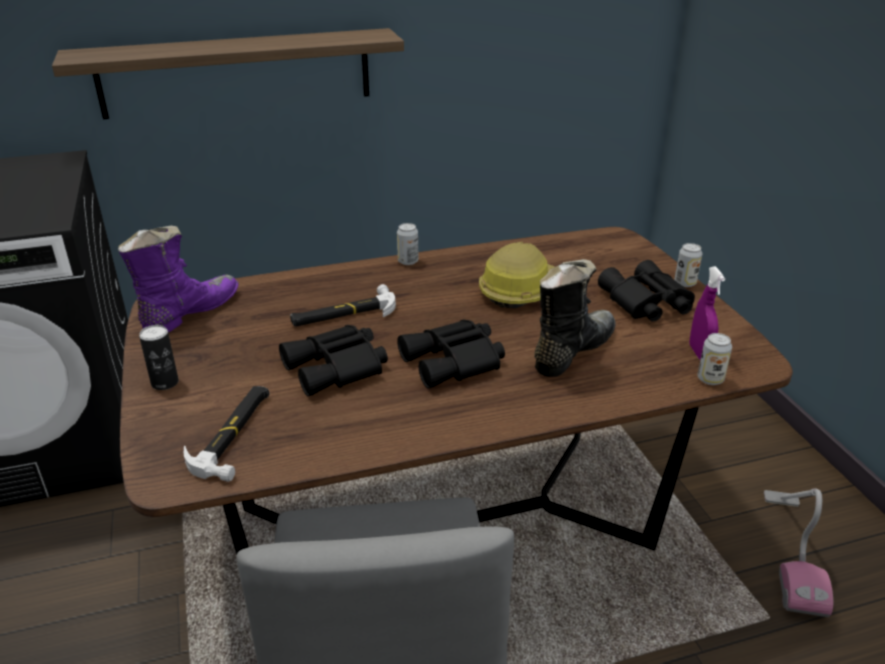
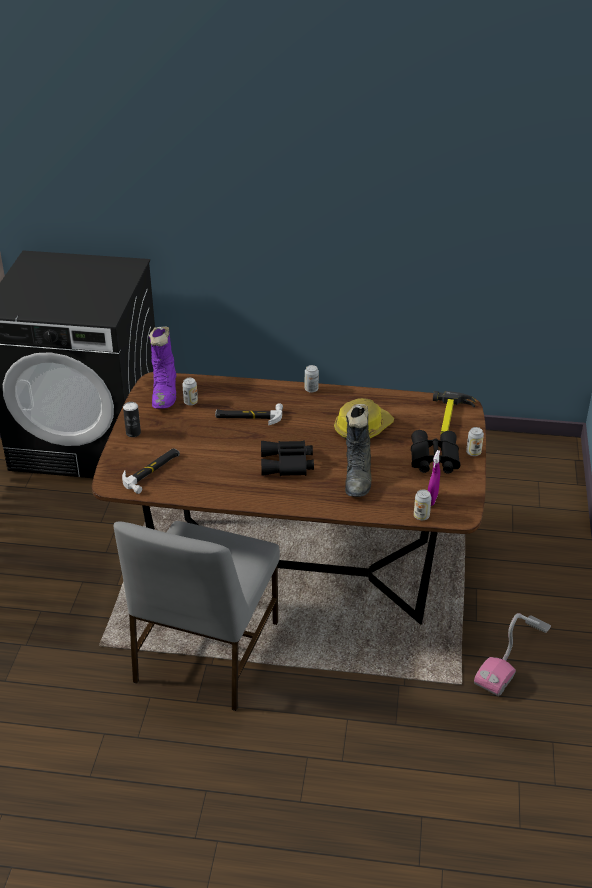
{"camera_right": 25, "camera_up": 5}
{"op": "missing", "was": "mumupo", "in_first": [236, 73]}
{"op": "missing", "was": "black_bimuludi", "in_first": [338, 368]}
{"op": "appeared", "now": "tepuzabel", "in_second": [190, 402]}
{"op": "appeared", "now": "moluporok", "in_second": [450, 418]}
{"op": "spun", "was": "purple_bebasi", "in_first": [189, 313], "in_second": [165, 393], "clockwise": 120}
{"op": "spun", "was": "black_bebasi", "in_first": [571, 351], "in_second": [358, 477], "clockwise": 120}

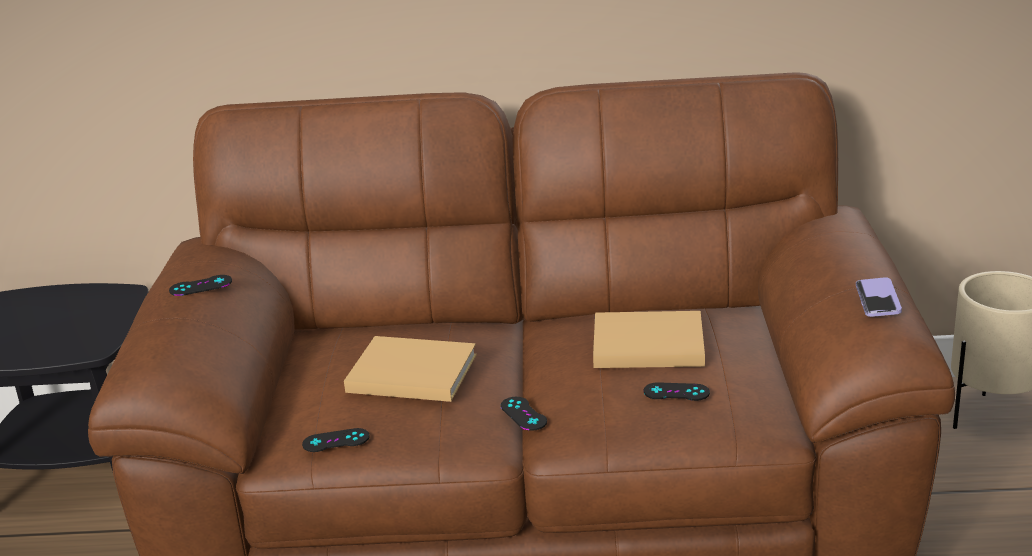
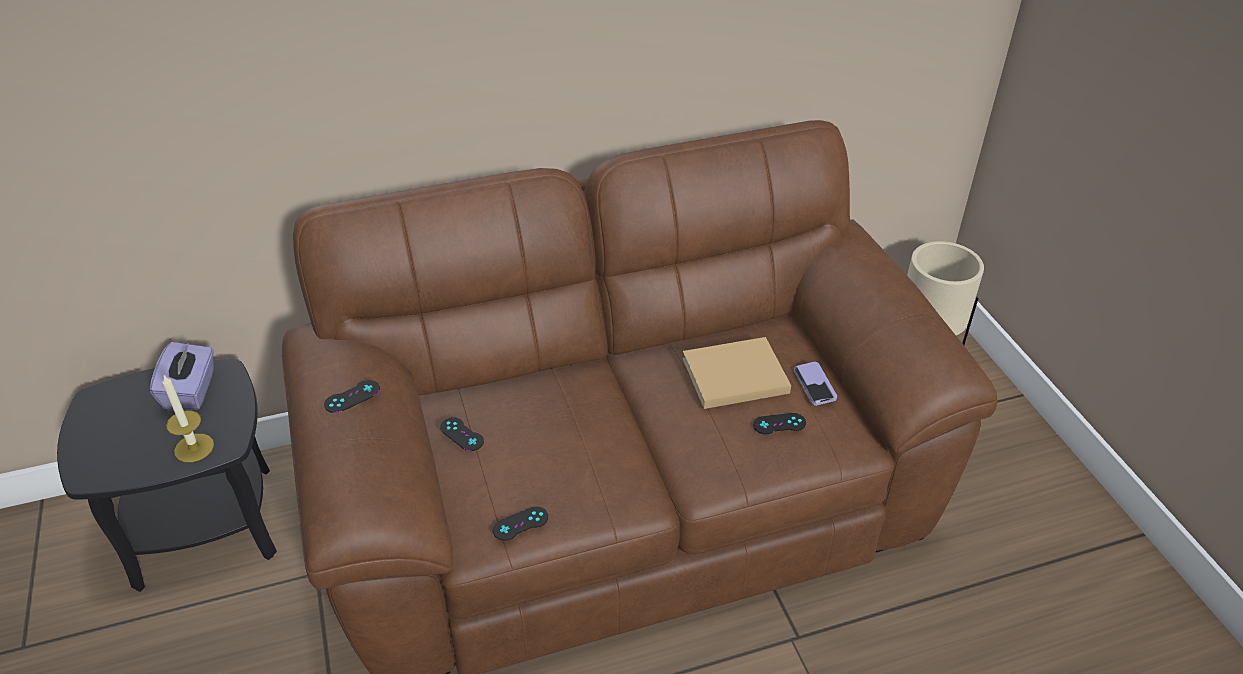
{"camera_right": -20, "camera_up": 15}
{"op": "missing", "was": "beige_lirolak", "in_first": [408, 373]}
{"op": "appeared", "now": "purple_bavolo", "in_second": [191, 391]}
{"op": "appeared", "now": "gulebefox", "in_second": [194, 448]}
{"op": "relocated", "was": "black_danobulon", "in_first": [523, 414], "in_second": [462, 434]}
{"op": "relocated", "was": "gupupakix", "in_first": [878, 299], "in_second": [814, 385]}

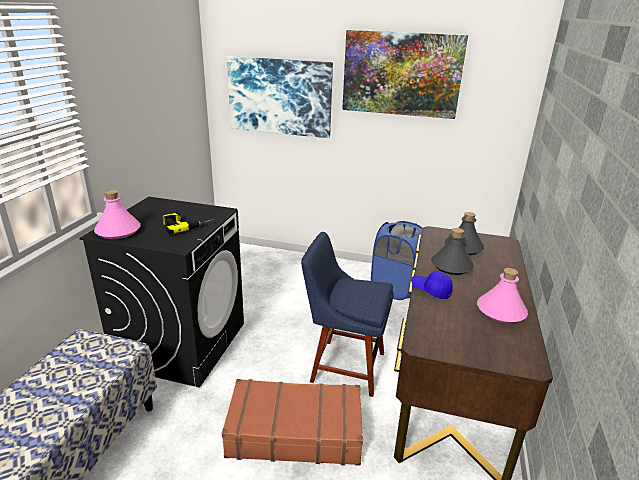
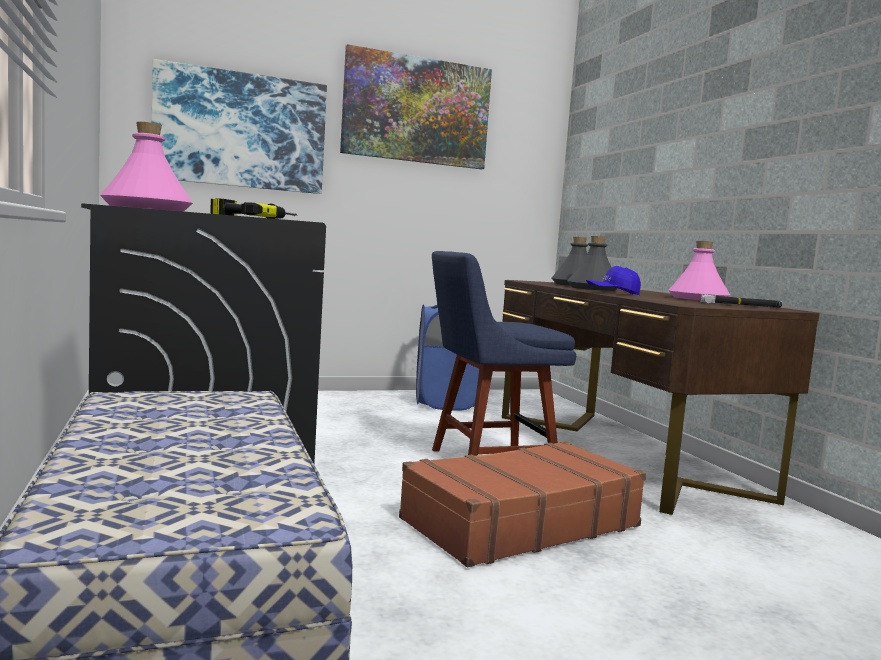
{"camera_right": -35, "camera_up": -20}
{"op": "appeared", "now": "moluporok", "in_second": [740, 305]}

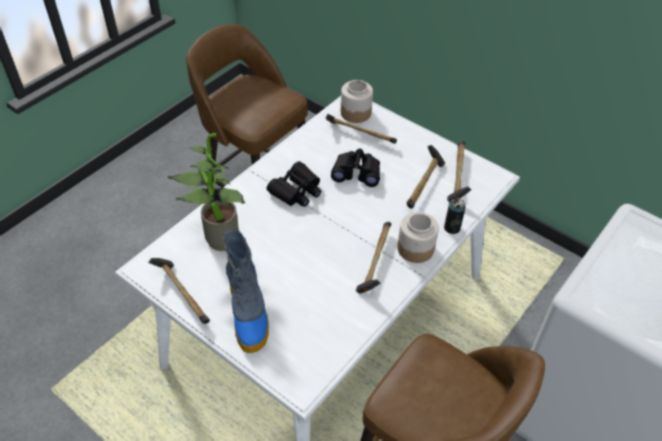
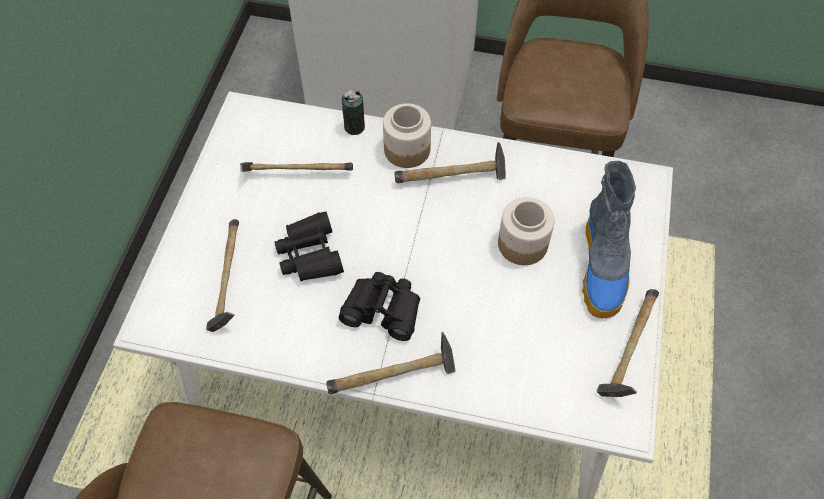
{"camera_right": -115, "camera_up": 10}
{"op": "missing", "was": "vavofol", "in_first": [217, 240]}
{"op": "relocated", "was": "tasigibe", "in_first": [355, 112], "in_second": [522, 244]}
{"op": "relocated", "was": "moluporok", "in_first": [457, 178], "in_second": [395, 376]}
{"op": "spun", "was": "bebasi", "in_first": [248, 314], "in_second": [602, 267], "clockwise": 135}

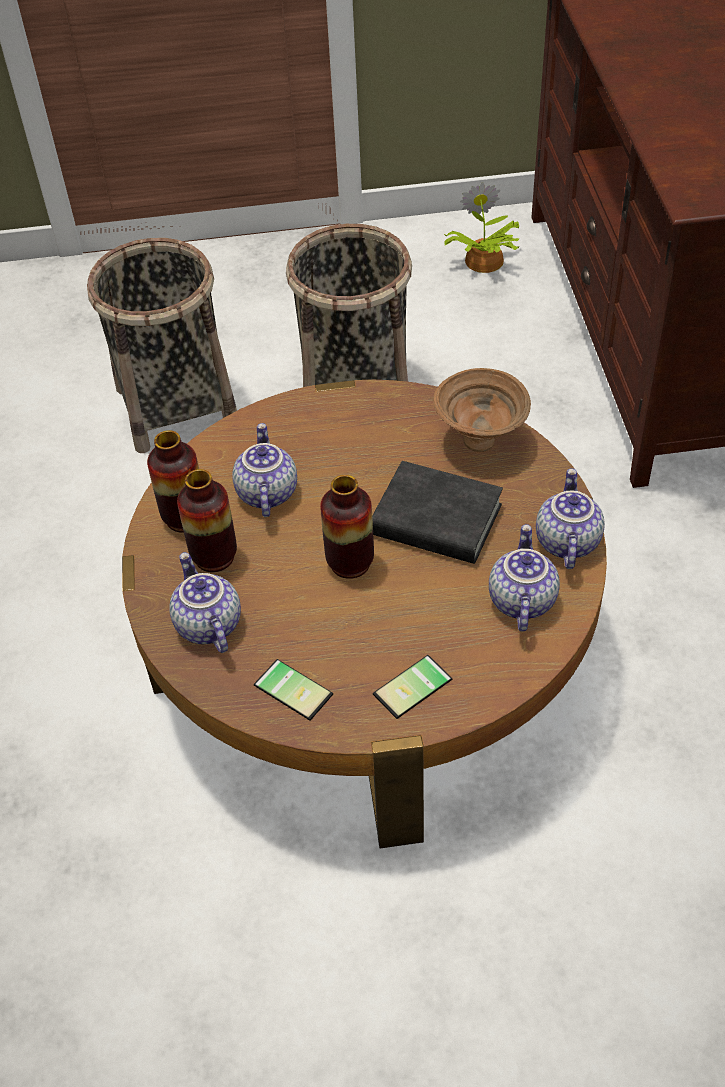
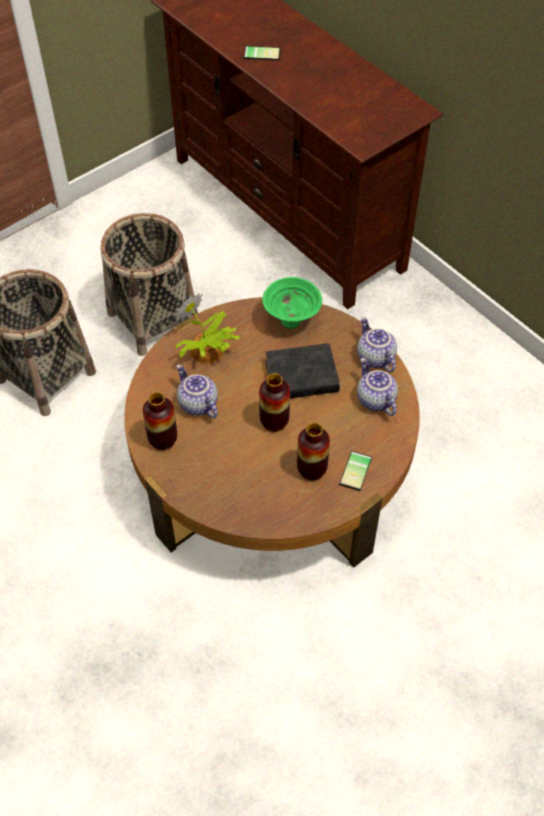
{"camera_right": -35, "camera_up": 5}
{"op": "missing", "was": "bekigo", "in_first": [206, 625]}
{"op": "relocated", "was": "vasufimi", "in_first": [214, 557], "in_second": [312, 469]}
{"op": "relocated", "was": "gupupakix", "in_first": [296, 687], "in_second": [262, 52]}
{"op": "relocated", "was": "vavofol", "in_first": [483, 262], "in_second": [207, 352]}
{"op": "colour", "was": "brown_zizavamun", "now": "green_zizavamun", "in_first": [481, 442], "in_second": [292, 321]}

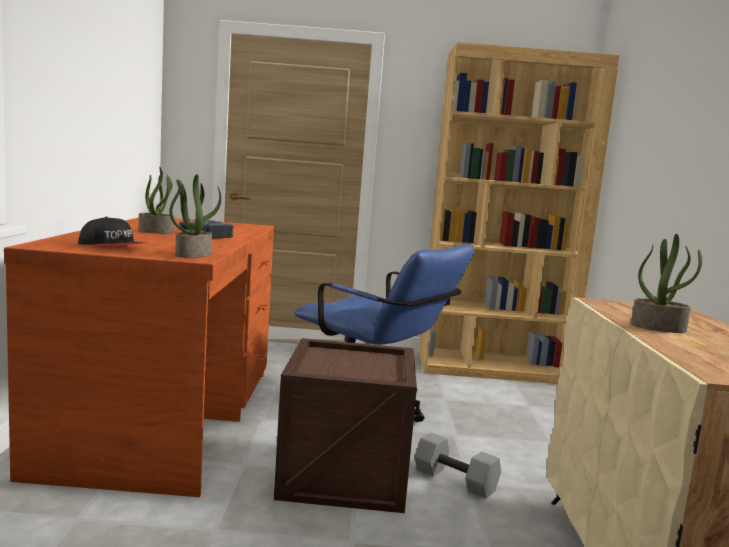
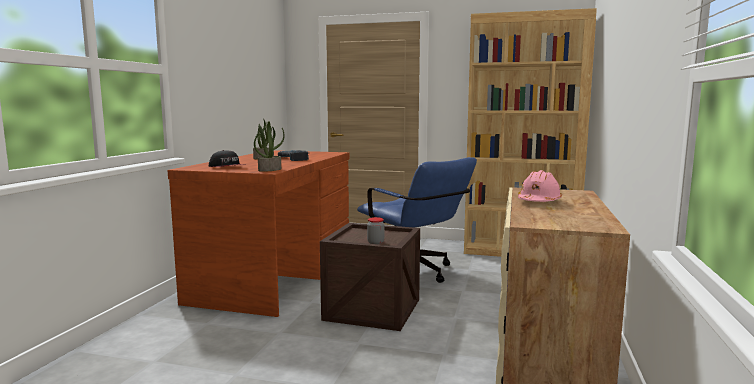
{"camera_right": 15, "camera_up": 0}
{"op": "missing", "was": "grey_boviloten", "in_first": [456, 480]}
{"op": "appeared", "now": "tasigibe", "in_second": [375, 242]}
{"op": "exchanged", "was": "vavofol", "now": "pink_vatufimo", "in_first": [658, 327], "in_second": [539, 202]}

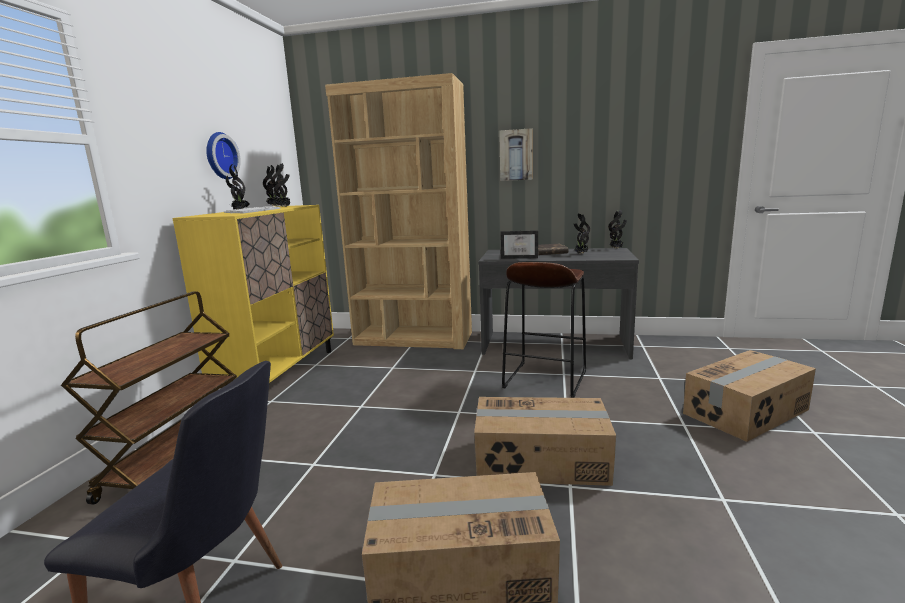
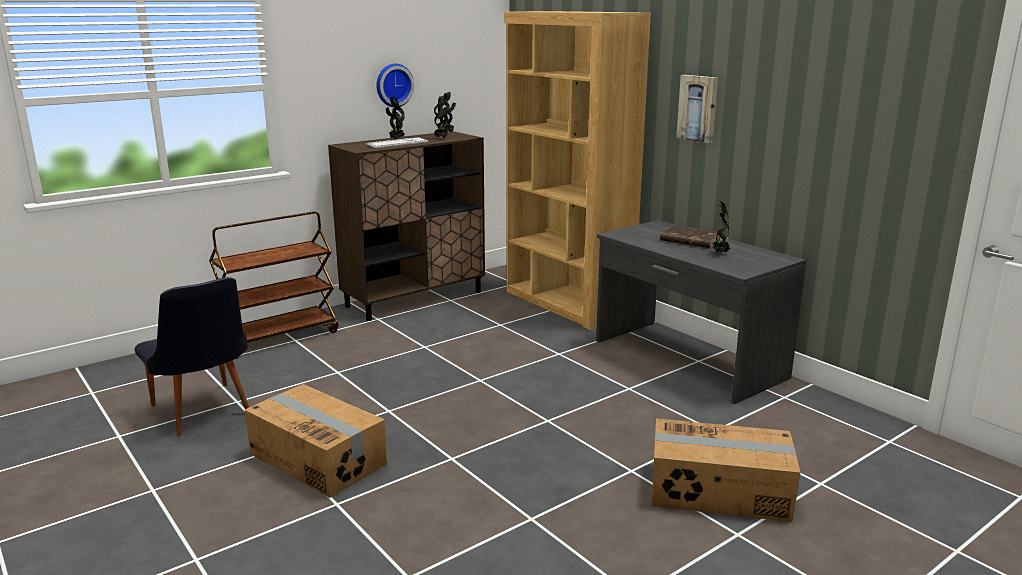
{"camera_right": 40, "camera_up": 5}
{"op": "missing", "was": "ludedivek", "in_first": [541, 461]}
{"op": "missing", "was": "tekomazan", "in_first": [520, 257]}
{"op": "missing", "was": "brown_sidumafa", "in_first": [544, 379]}
{"op": "missing", "was": "vavofol", "in_first": [616, 248]}
{"op": "colour", "was": "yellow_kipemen", "now": "brown_kipemen", "in_first": [280, 374], "in_second": [415, 299]}

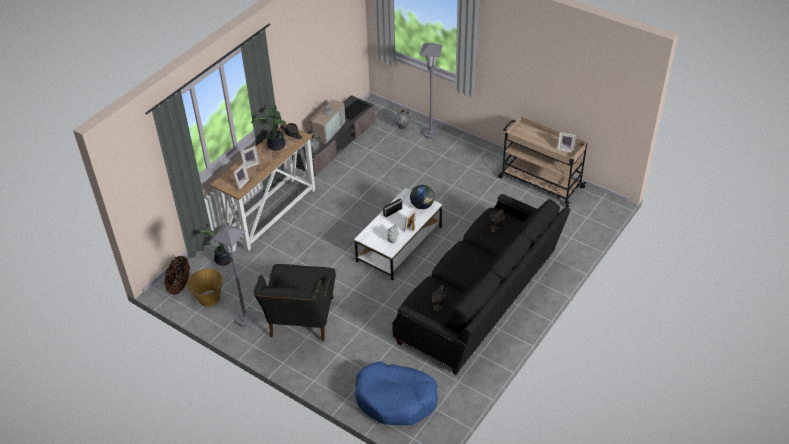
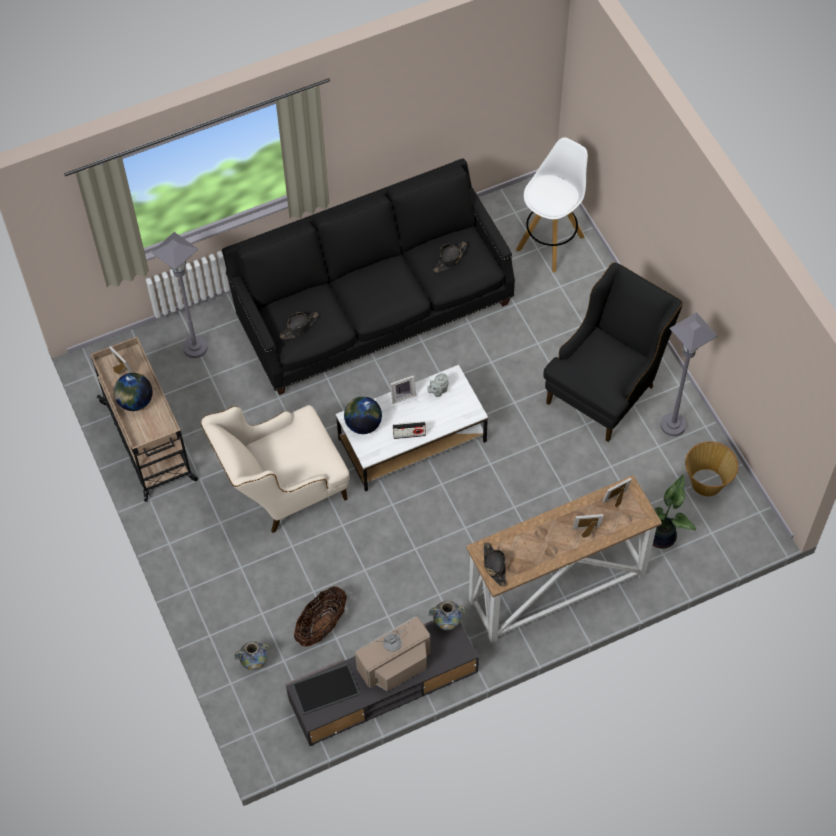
{"camera_right": -150, "camera_up": 15}
{"op": "missing", "was": "vavofol", "in_first": [275, 146]}
{"op": "appeared", "now": "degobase", "in_second": [135, 401]}
{"op": "appeared", "now": "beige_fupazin", "in_second": [282, 490]}
{"op": "relocated", "was": "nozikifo", "in_first": [179, 284], "in_second": [321, 625]}
{"op": "relocated", "was": "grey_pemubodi", "in_first": [430, 134], "in_second": [195, 347]}
{"op": "exchanged", "was": "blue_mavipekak", "now": "white_sidumafa", "in_first": [396, 399], "in_second": [551, 242]}

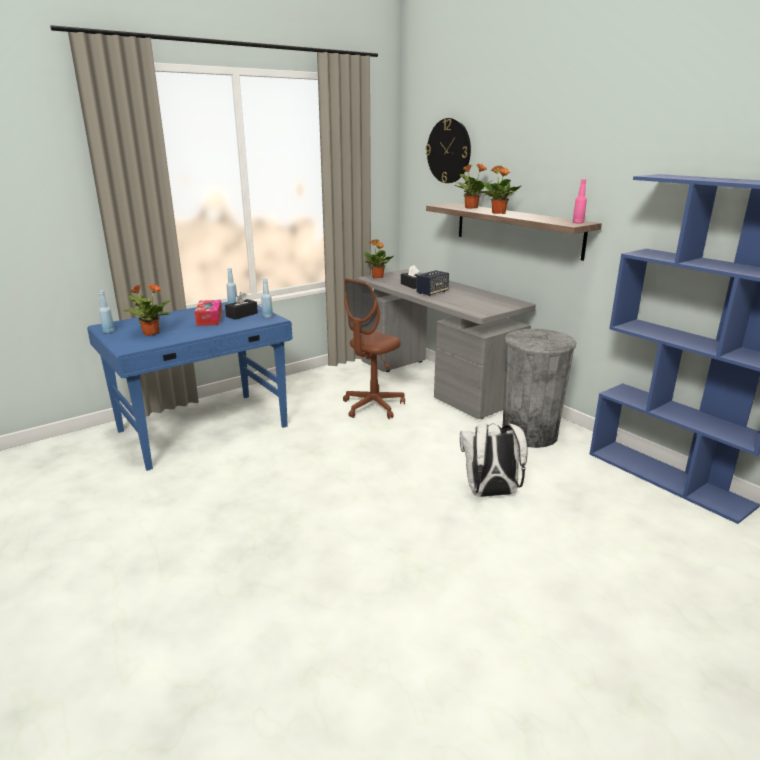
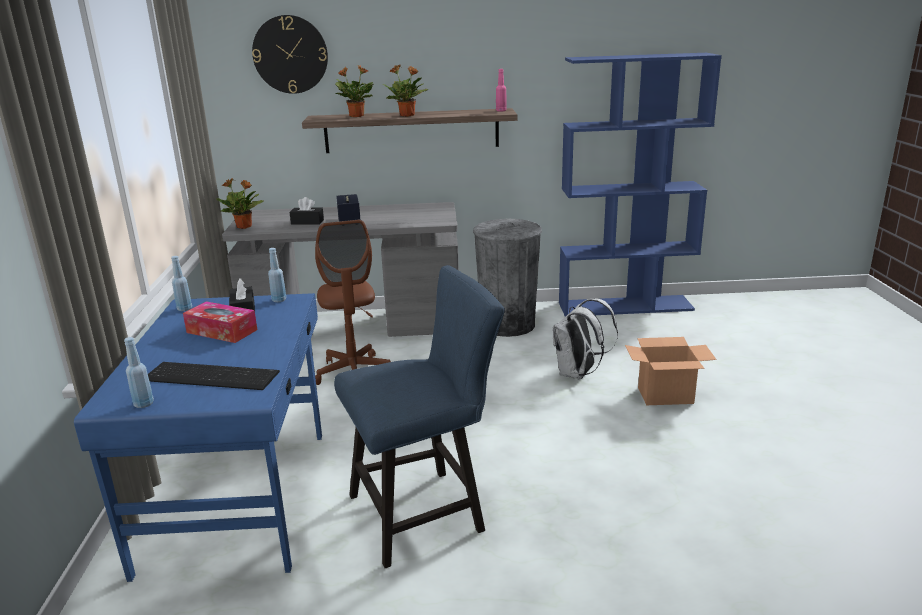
{"camera_right": -55, "camera_up": 0}
{"op": "appeared", "now": "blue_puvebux", "in_second": [426, 511]}
{"op": "appeared", "now": "ludedivek", "in_second": [666, 395]}
{"op": "exchanged", "was": "vavofol", "now": "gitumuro", "in_first": [150, 333], "in_second": [211, 375]}

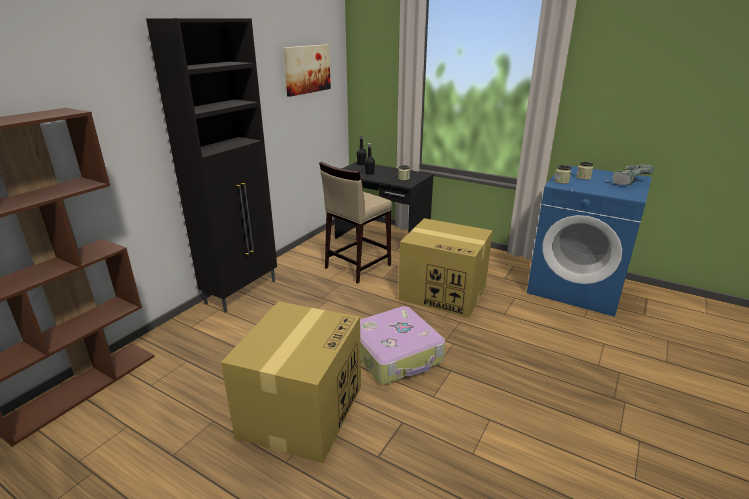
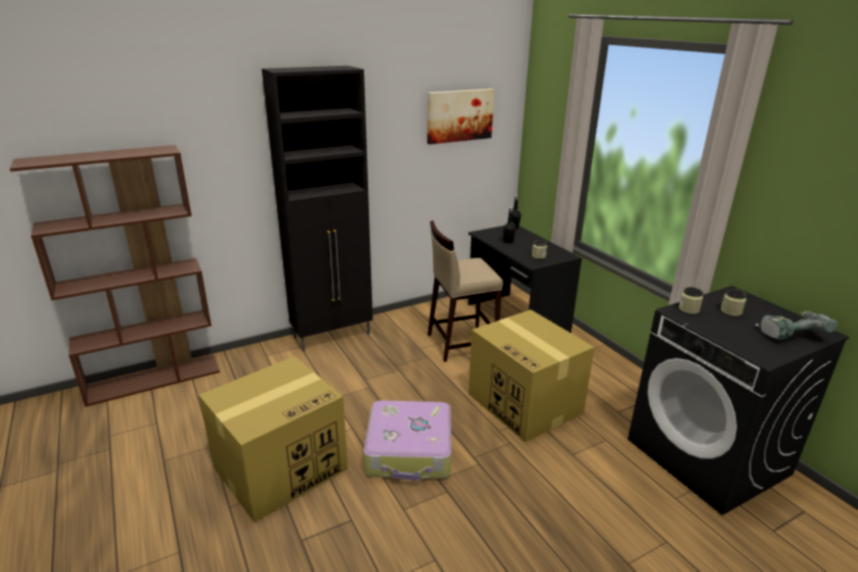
{"camera_right": 30, "camera_up": 0}
{"op": "colour", "was": "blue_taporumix", "now": "black_taporumix", "in_first": [577, 287], "in_second": [708, 457]}

